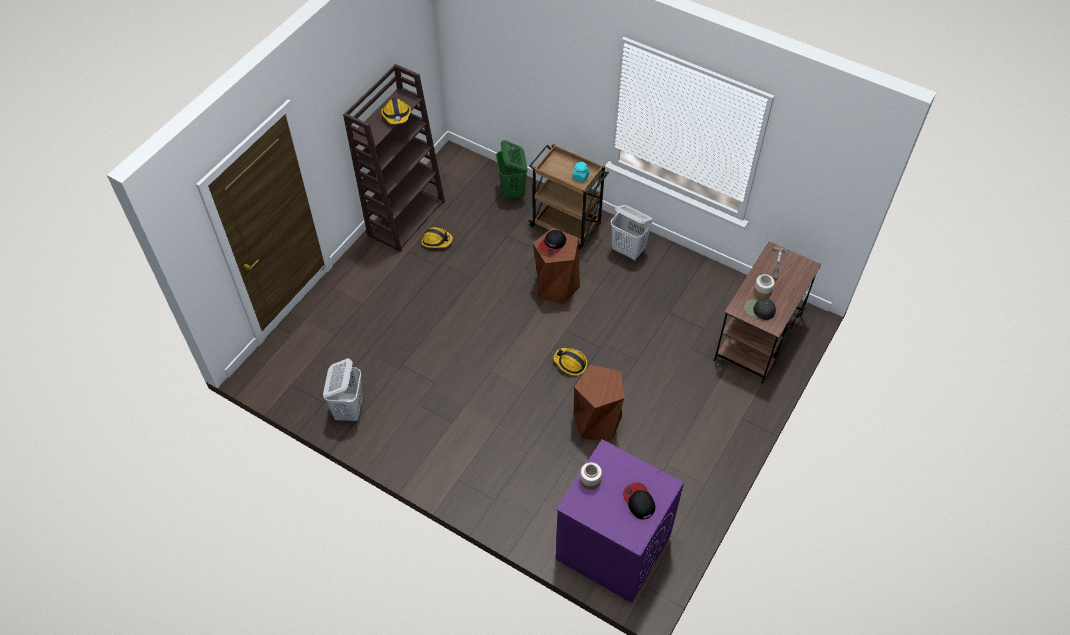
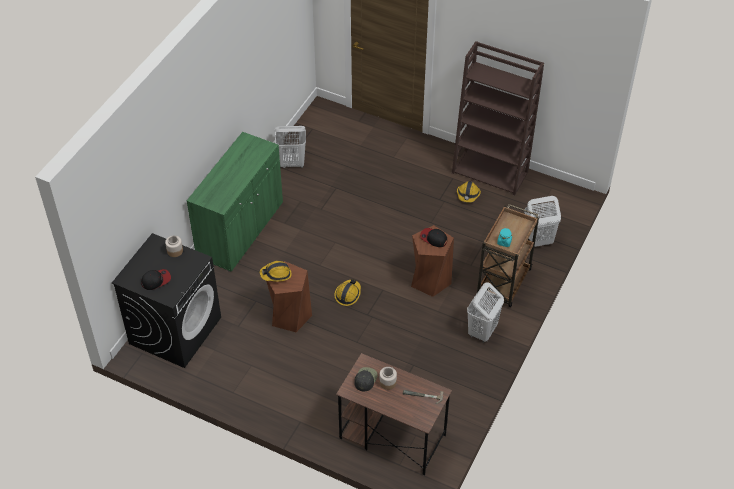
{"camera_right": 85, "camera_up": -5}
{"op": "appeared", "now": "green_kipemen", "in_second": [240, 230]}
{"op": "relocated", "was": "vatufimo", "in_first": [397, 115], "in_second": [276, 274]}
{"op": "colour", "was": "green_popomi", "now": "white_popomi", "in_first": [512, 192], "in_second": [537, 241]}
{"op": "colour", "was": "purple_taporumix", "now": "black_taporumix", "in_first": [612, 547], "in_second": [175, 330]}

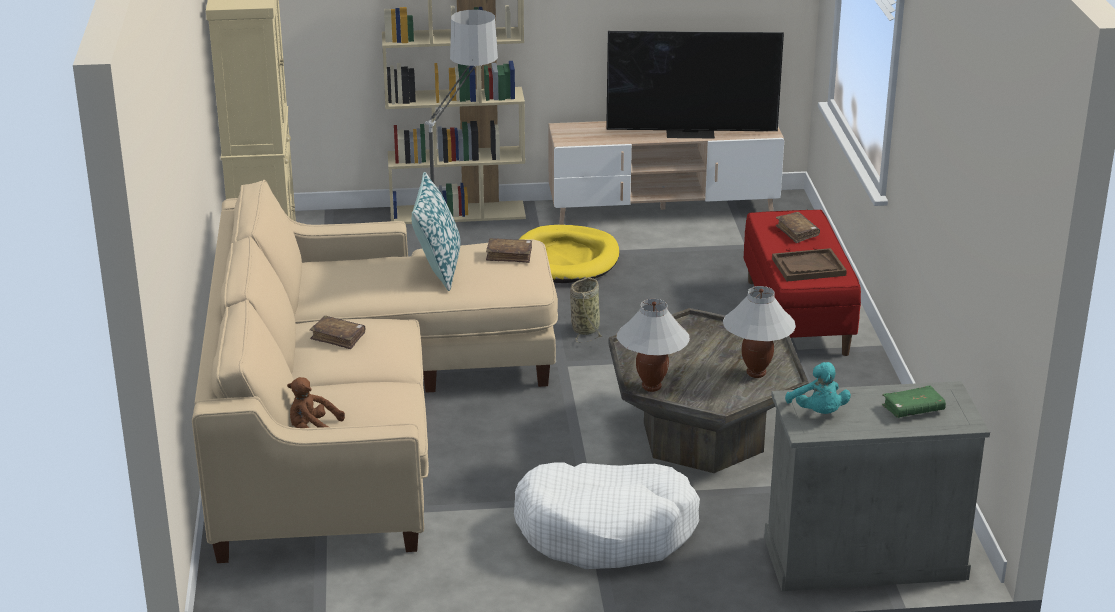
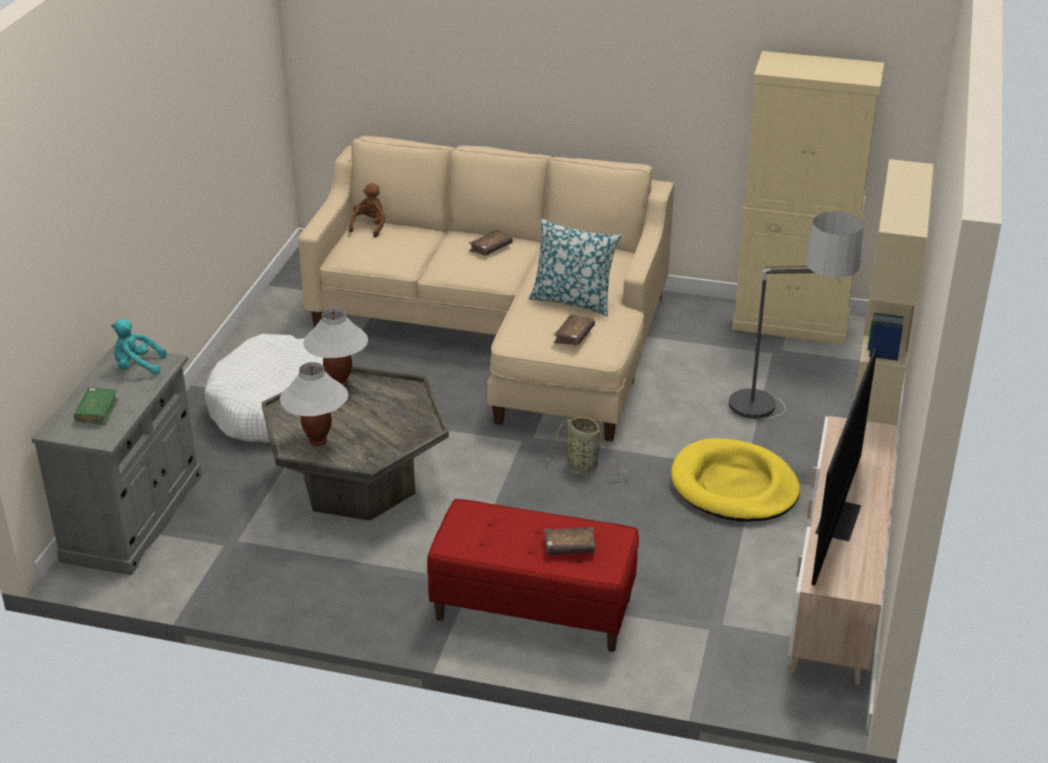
{"camera_right": 110, "camera_up": 5}
{"op": "missing", "was": "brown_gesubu", "in_first": [808, 267]}

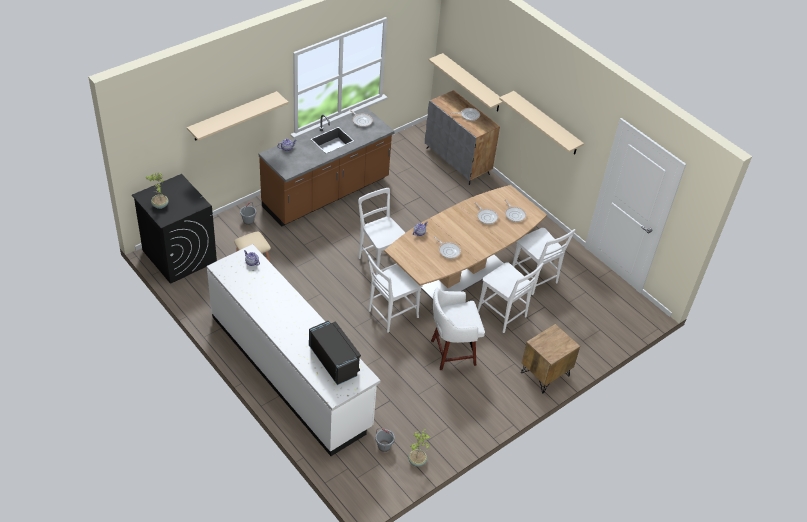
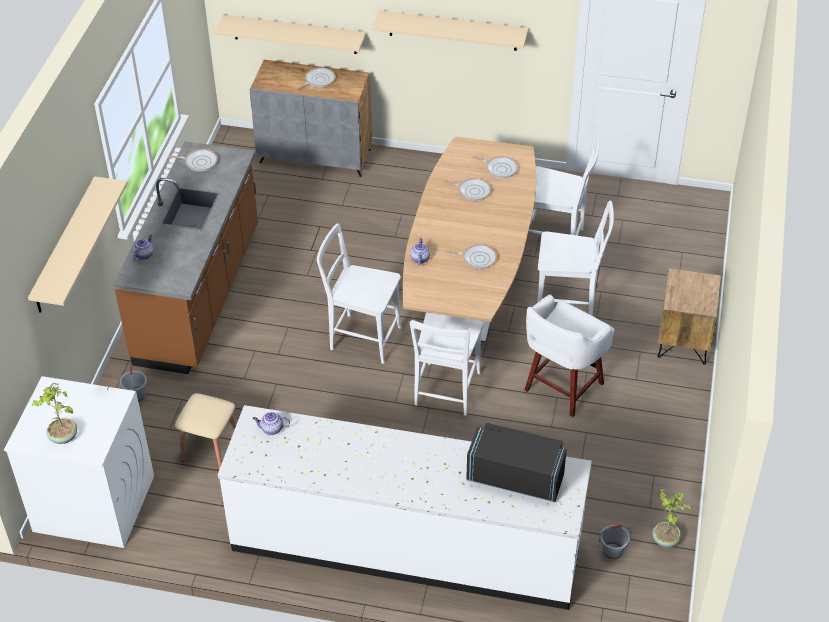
{"camera_right": -35, "camera_up": 0}
{"op": "colour", "was": "black_taporumix", "now": "white_taporumix", "in_first": [179, 256], "in_second": [93, 503]}

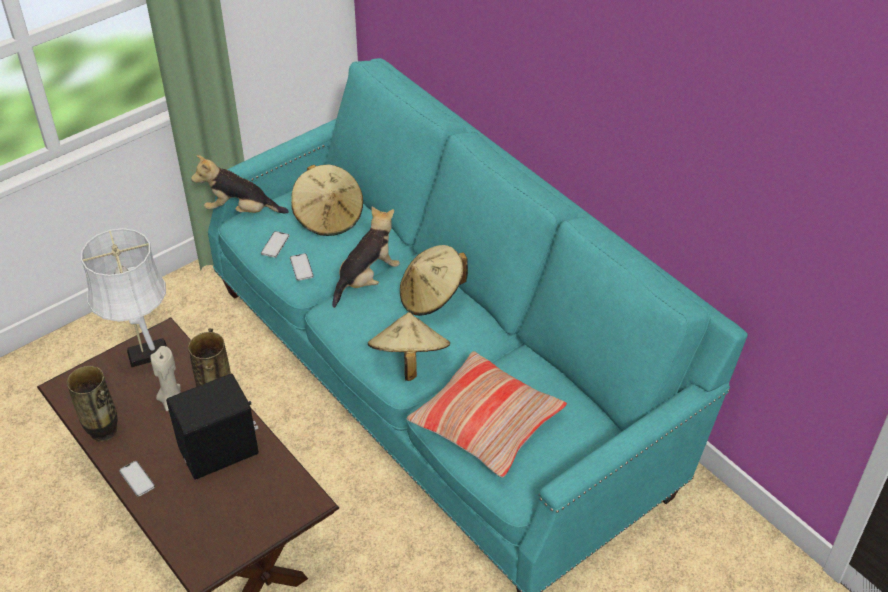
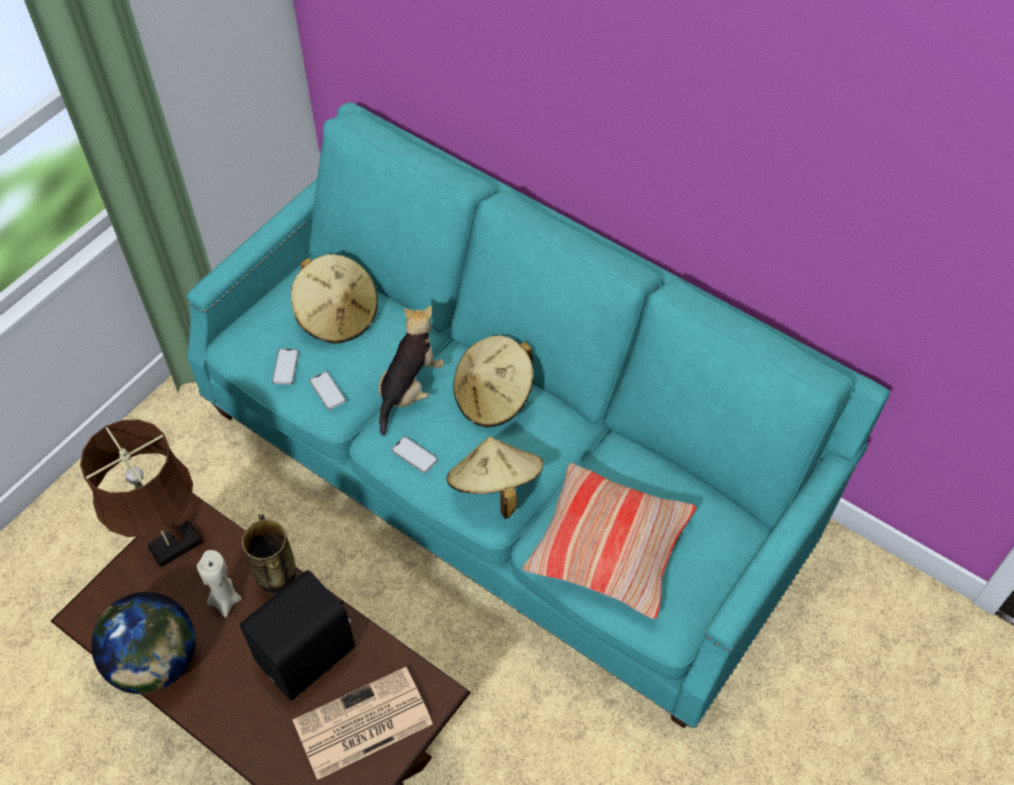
{"camera_right": -15, "camera_up": 10}
{"op": "missing", "was": "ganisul", "in_first": [241, 211]}
{"op": "appeared", "now": "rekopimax", "in_second": [361, 724]}
{"op": "relocated", "was": "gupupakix", "in_first": [137, 479], "in_second": [414, 455]}
{"op": "exchanged", "was": "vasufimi", "now": "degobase", "in_first": [103, 431], "in_second": [156, 662]}
{"op": "colour", "was": "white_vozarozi", "now": "brown_vozarozi", "in_first": [144, 355], "in_second": [170, 547]}

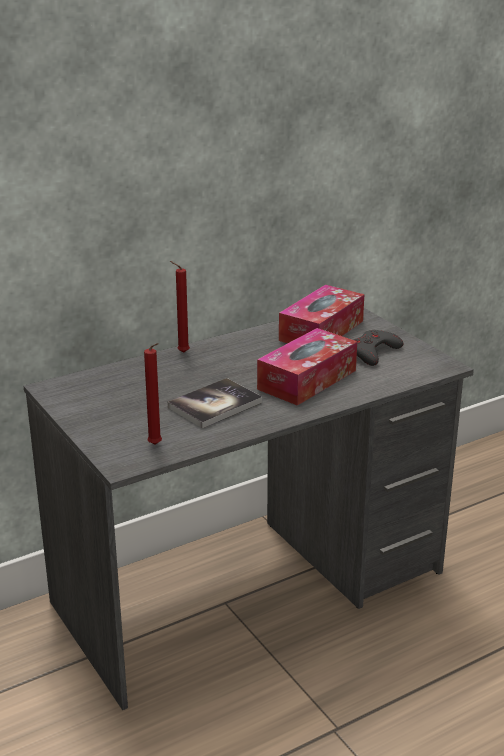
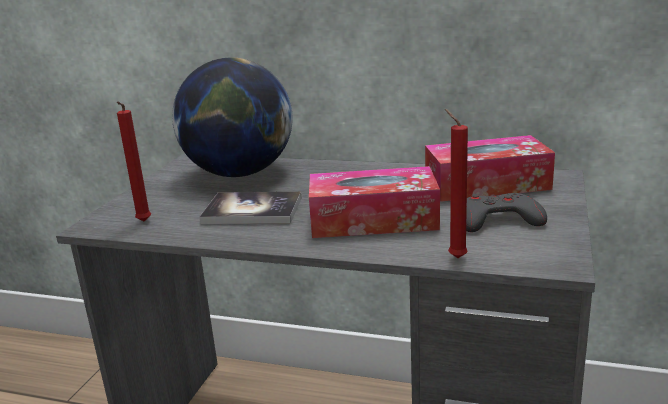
{"camera_right": 50, "camera_up": -5}
{"op": "appeared", "now": "degobase", "in_second": [239, 173]}
{"op": "relocated", "was": "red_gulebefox", "in_first": [181, 352], "in_second": [455, 257]}

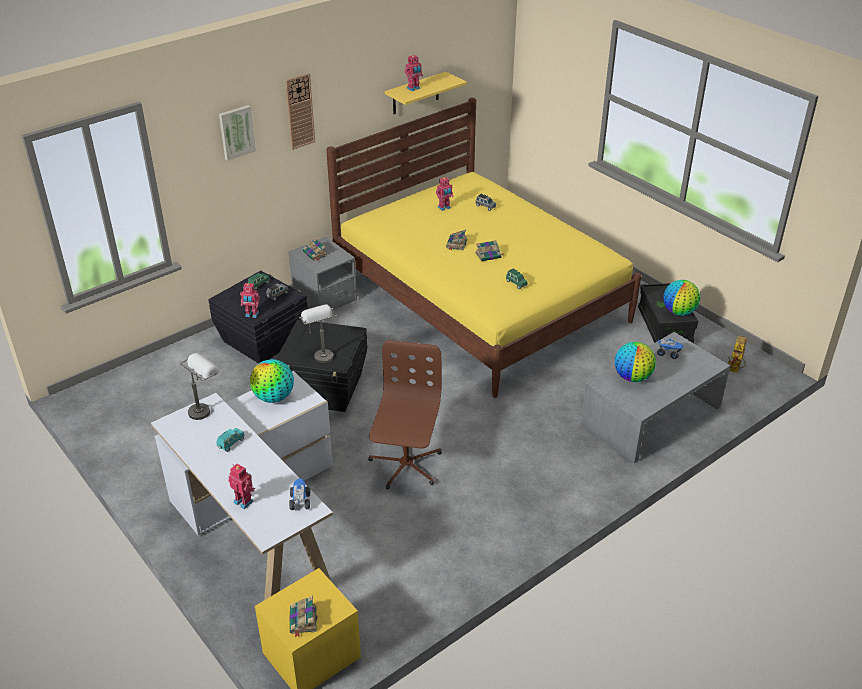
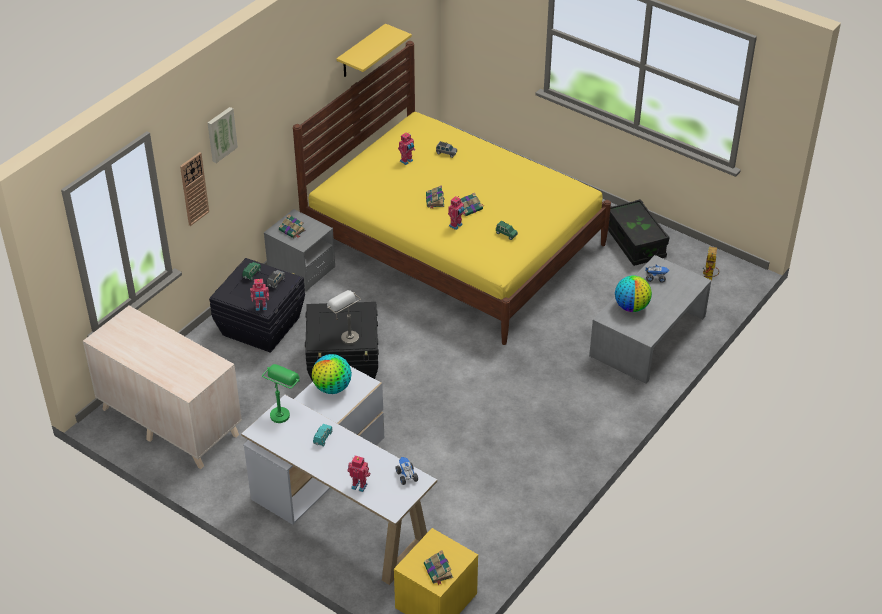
{"camera_right": -15, "camera_up": 5}
{"op": "missing", "was": "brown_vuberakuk", "in_first": [405, 465]}
{"op": "missing", "was": "degobase", "in_first": [679, 312]}
{"op": "appeared", "now": "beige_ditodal", "in_second": [169, 421]}
{"op": "relocated", "was": "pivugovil", "in_first": [300, 111], "in_second": [194, 189]}
{"op": "relocated", "was": "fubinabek", "in_first": [414, 88], "in_second": [456, 225]}
{"op": "colour", "was": "grey_vozarozi", "now": "green_vozarozi", "in_first": [205, 408], "in_second": [283, 411]}

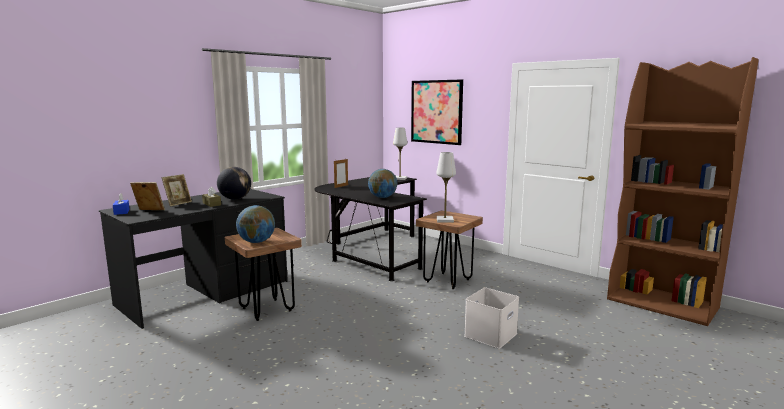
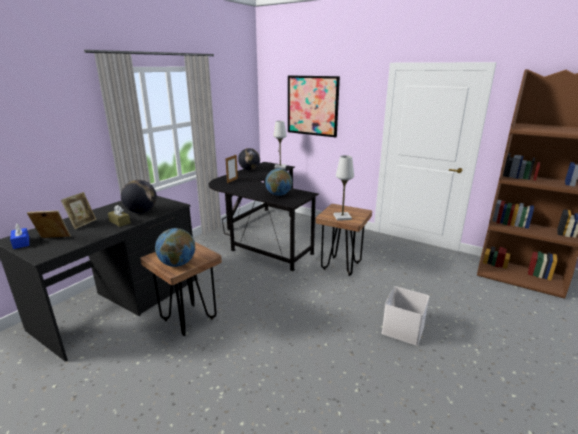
{"camera_right": -10, "camera_up": 10}
{"op": "appeared", "now": "degobase", "in_second": [249, 169]}

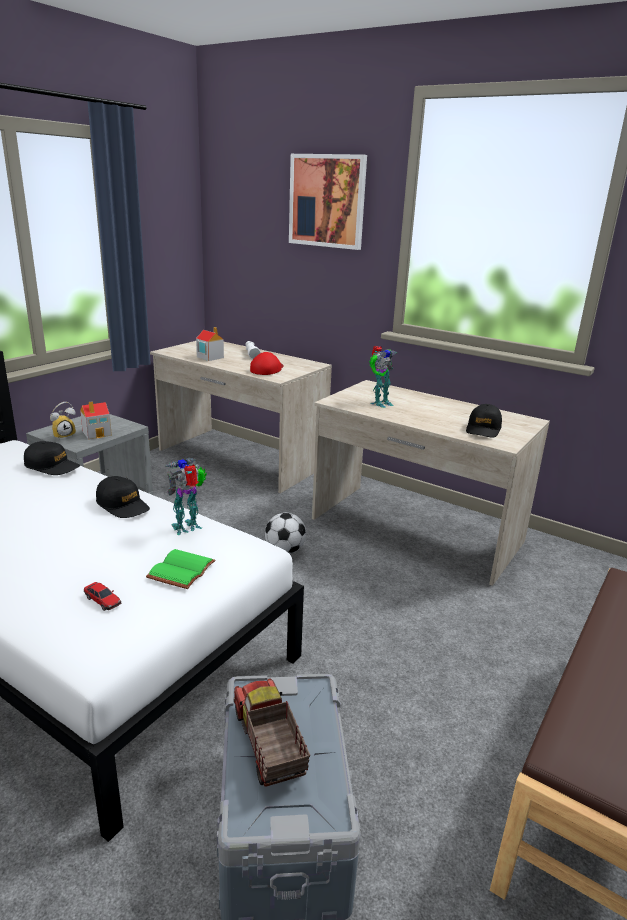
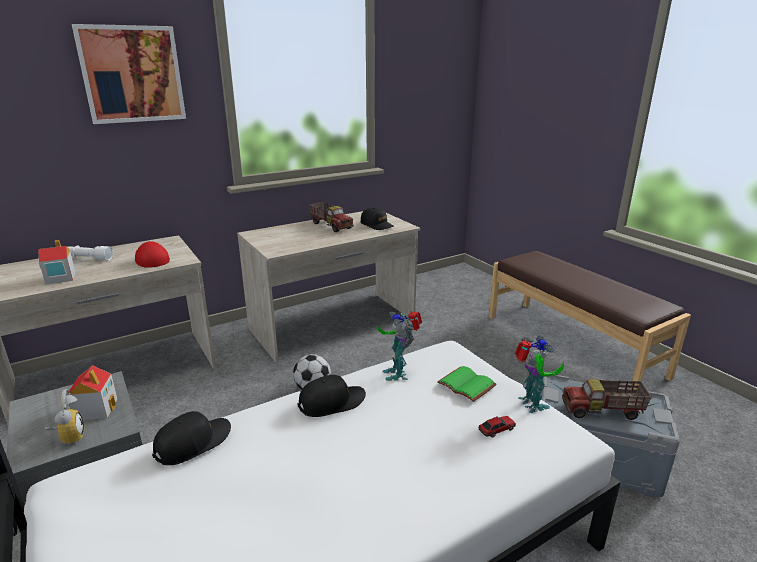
{"camera_right": -65, "camera_up": 0}
{"op": "appeared", "now": "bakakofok", "in_second": [331, 225]}
{"op": "relocated", "was": "fubinabek", "in_first": [379, 403], "in_second": [531, 405]}

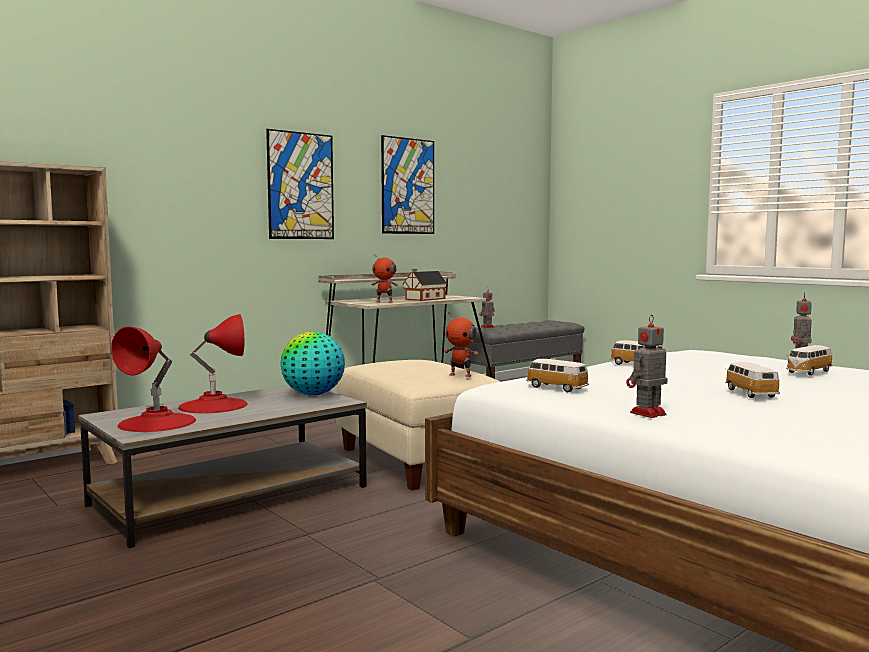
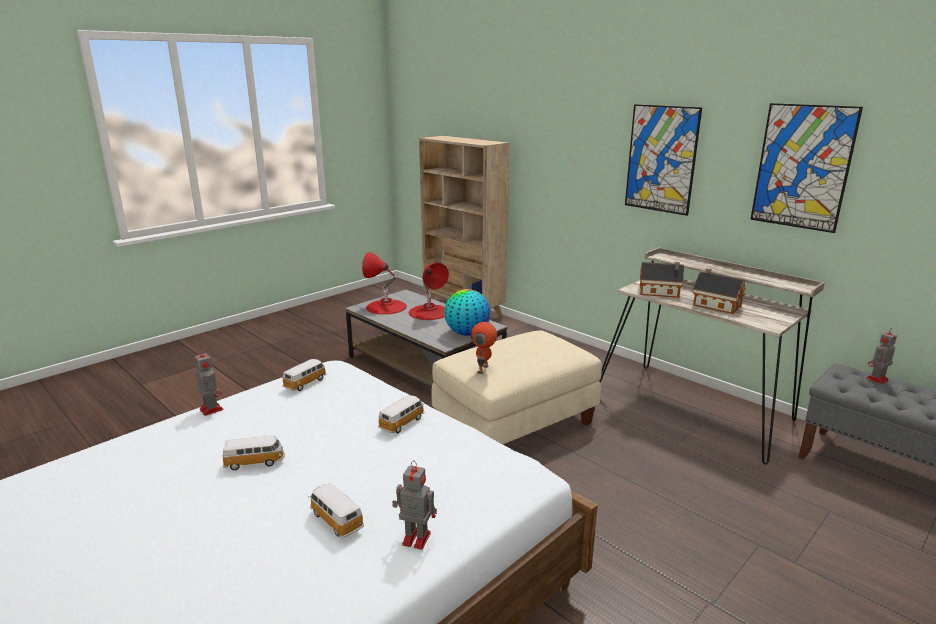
{"camera_right": 85, "camera_up": 15}
{"op": "exchanged", "was": "fubinabek", "now": "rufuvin", "in_first": [384, 302], "in_second": [661, 292]}

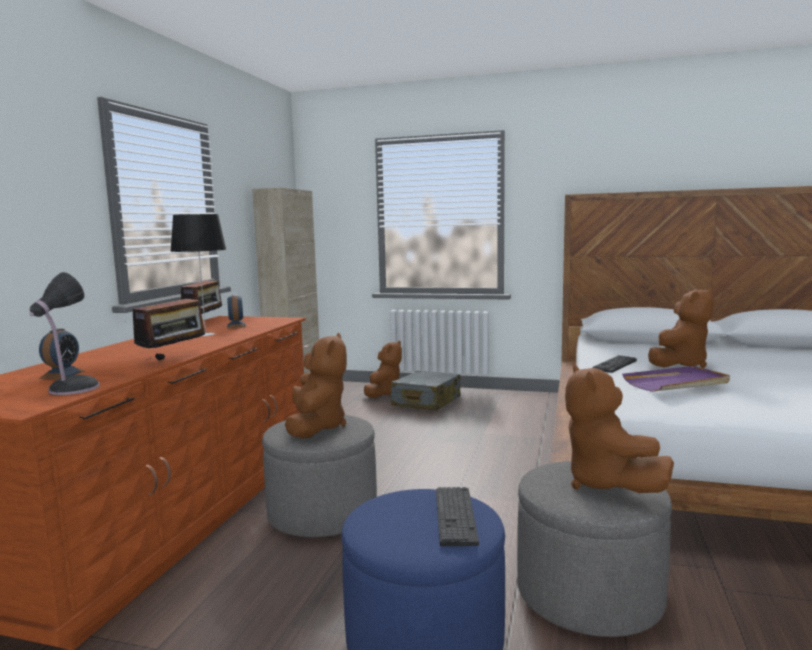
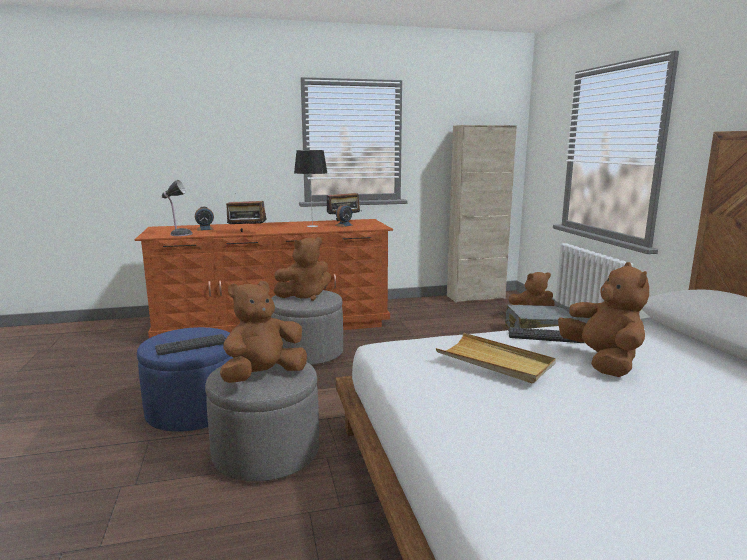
{"camera_right": 60, "camera_up": 5}
{"op": "colour", "was": "purple_gesubu", "now": "beige_gesubu", "in_first": [677, 383], "in_second": [495, 361]}
{"op": "spun", "was": "brown_ganisul", "in_first": [680, 364], "in_second": [602, 362], "clockwise": -120}

